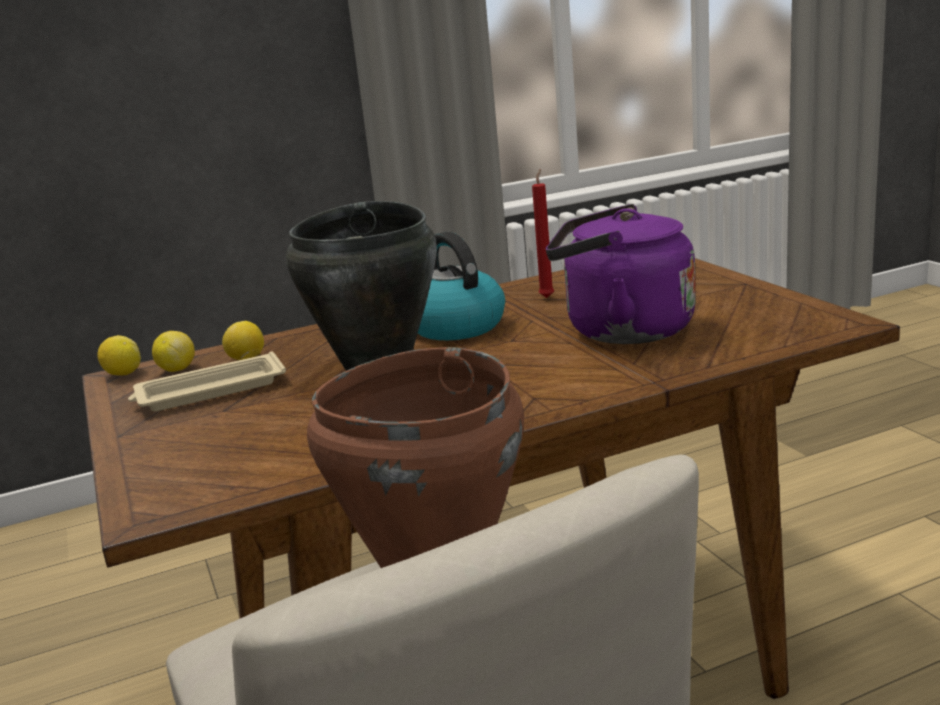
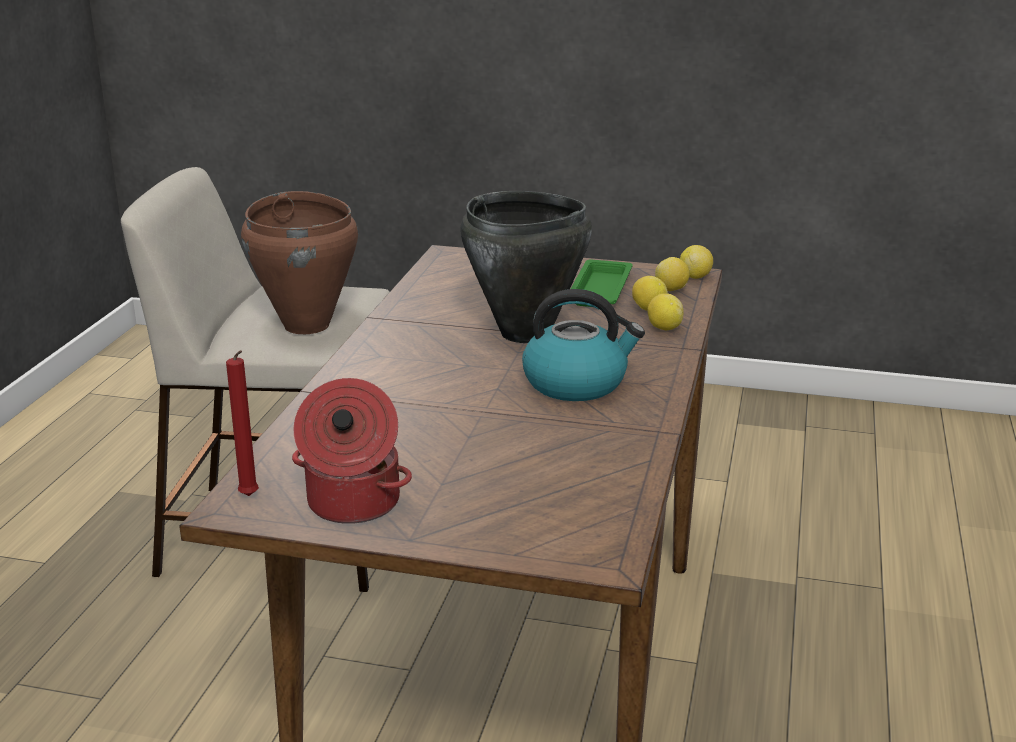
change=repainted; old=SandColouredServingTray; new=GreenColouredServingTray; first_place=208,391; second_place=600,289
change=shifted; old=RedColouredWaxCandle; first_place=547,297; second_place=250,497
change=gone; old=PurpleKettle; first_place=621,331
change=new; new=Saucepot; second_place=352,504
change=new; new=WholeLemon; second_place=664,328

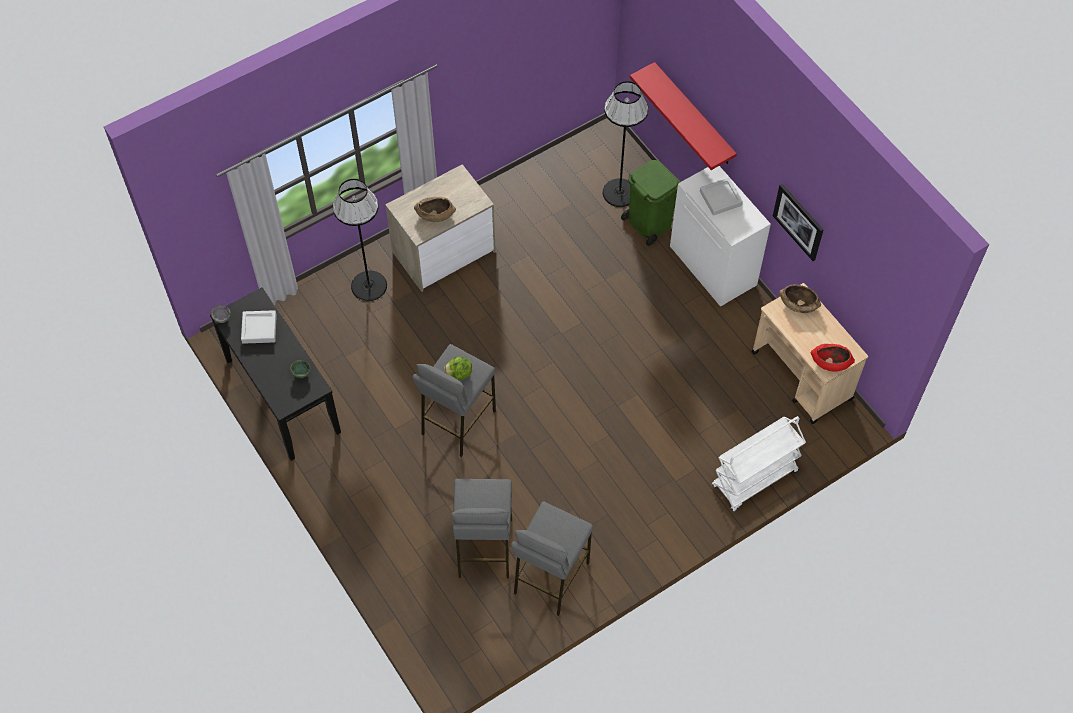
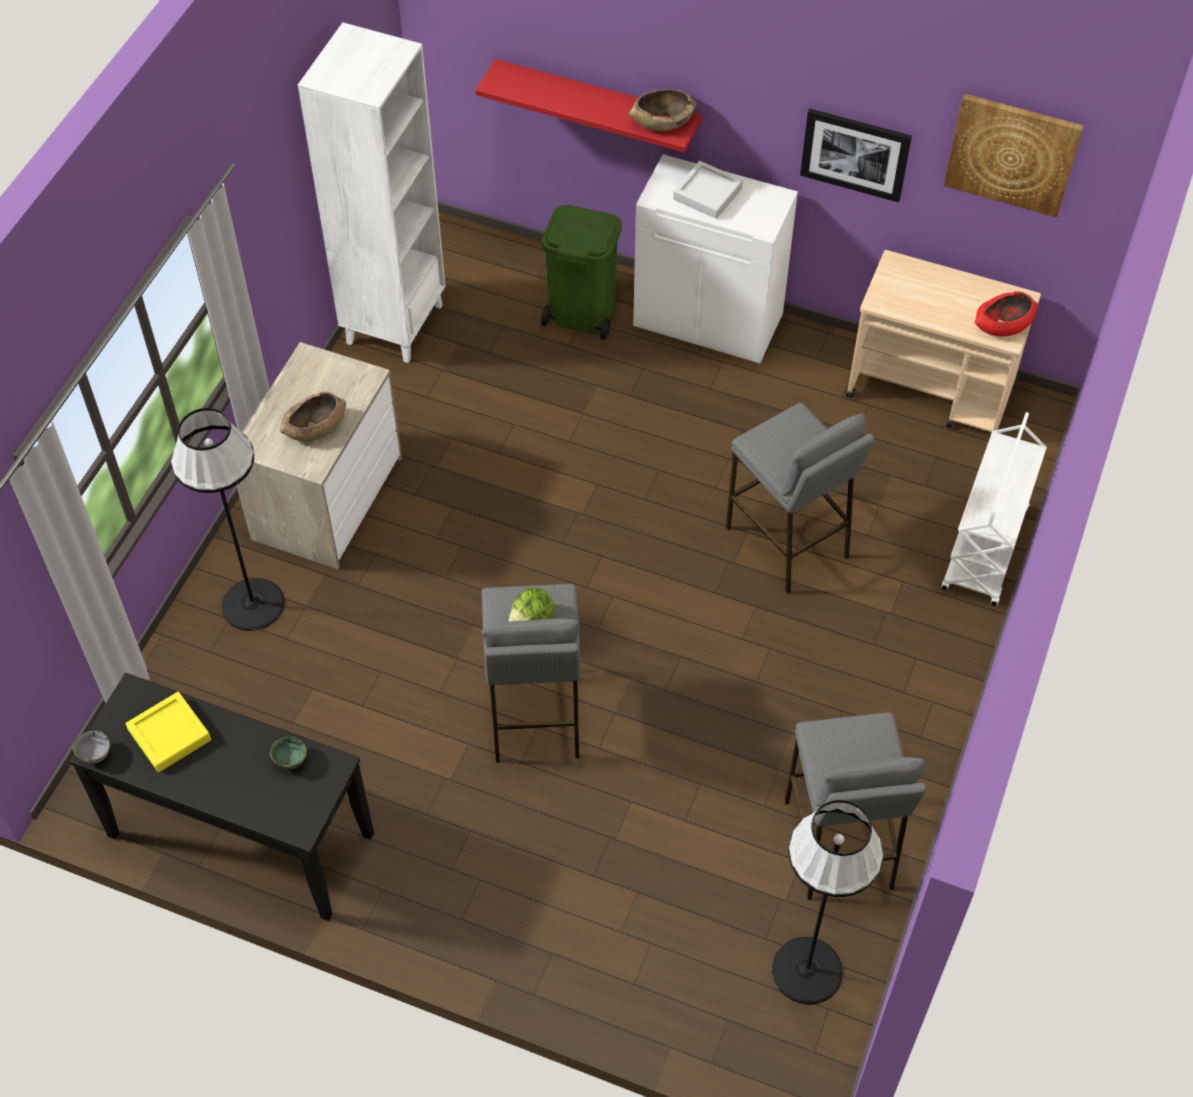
change=repainted; old=GreyServingTray; new=YellowServingTray; first_place=259,329; second_place=169,735
change=shifted; old=GreyStoolSeat; first_place=484,548; second_place=787,542
change=shifted; old=BlackColouredStandardLamp; first_place=620,192; second_place=807,970
change=shifted; old=BrownishServingBowl; first_place=798,303; second_place=662,121
change=new; new=WhitishBookshelf; second_place=394,323
change=new; new=WallPicture; second_place=1012,154

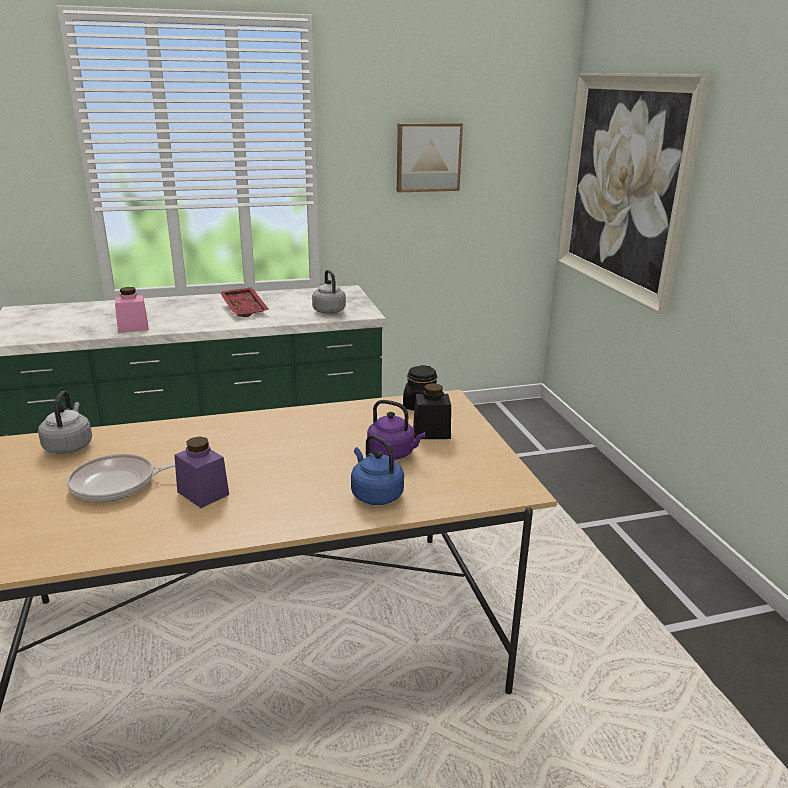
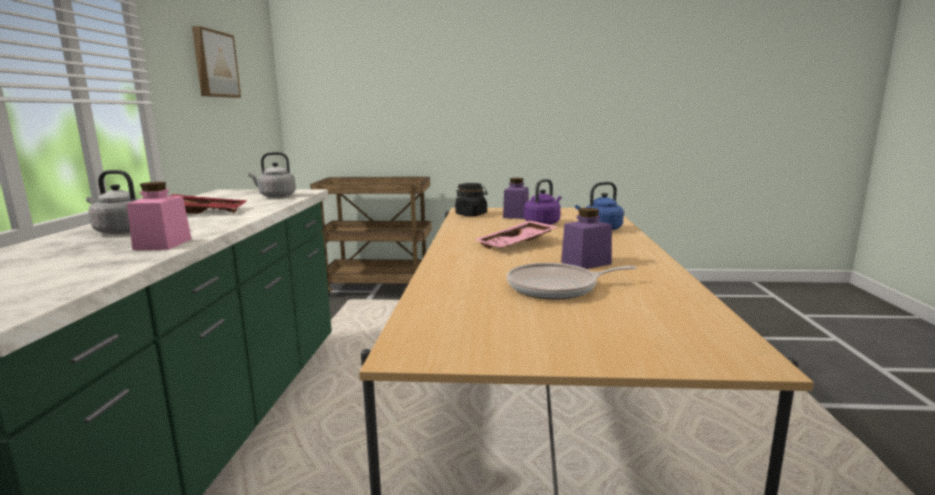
change=shifted; old=GreyKettle; first_place=69,445; second_place=120,231
change=rotated; old=Pan; first_place=118,484; second_place=557,288; degrees=75
change=repainted; old=BlackColouredJar; new=PurpleJar; first_place=431,432; second_place=516,215
change=gone; old=WallPicture; first_place=624,185
change=new; new=BrownishCart; second_place=379,288
change=new; new=PinkServingTray; second_place=517,244

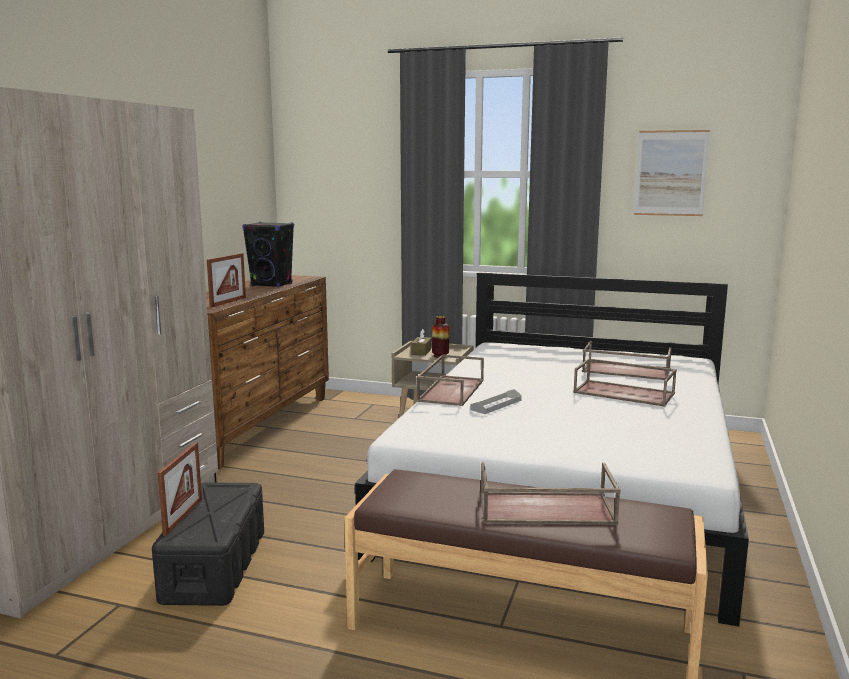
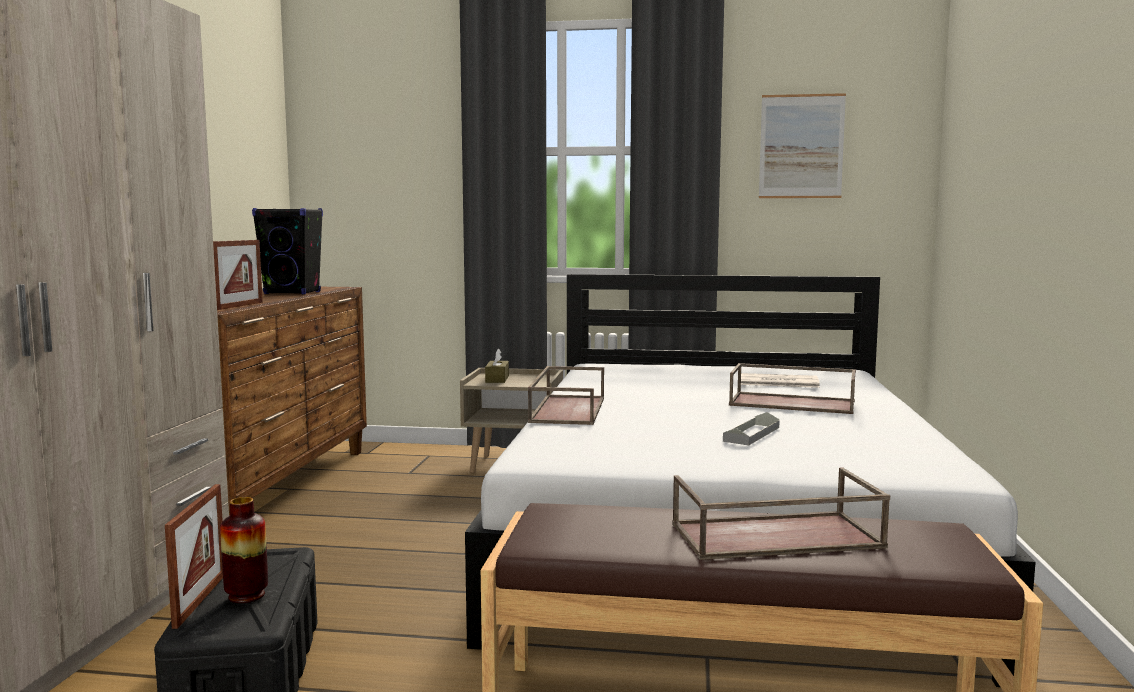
change=shifted; old=Vase; first_place=440,356; second_place=246,596
change=shifted; old=GreyServingTray; first_place=496,405; second_place=751,434
change=swapped; old=BrownishServingTray; new=Newspaper; first_place=625,371; second_place=777,382

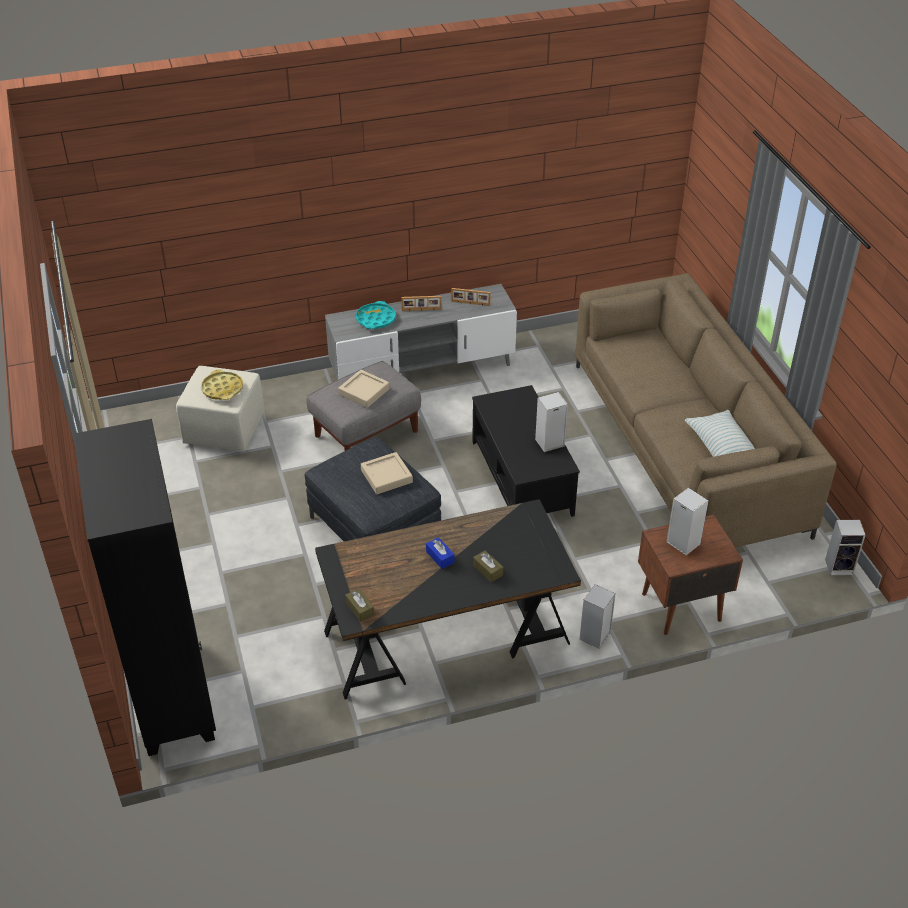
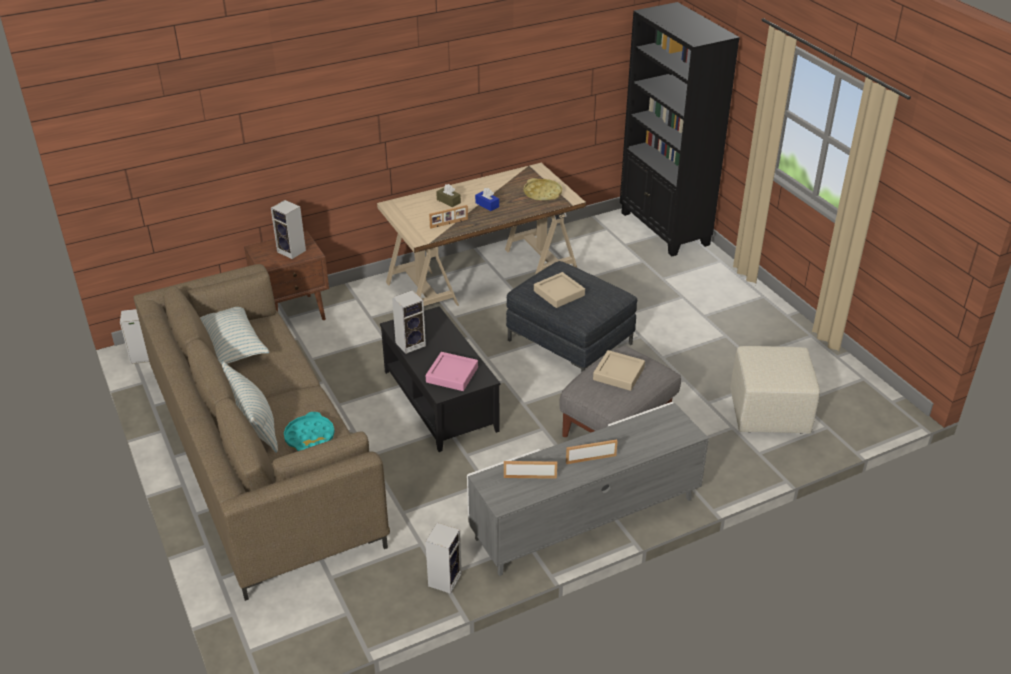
change=shifted; old=YellowServingTray; first_place=222,389; second_place=542,193
change=repainted; old=BlackColouredDesk; new=SandColouredDesk; first_place=446,638; second_place=482,276
change=gone; old=BrownishBoxOfTissues; first_place=360,609
change=shifted; old=TurquoiseServingTray; first_place=375,319; second_place=309,437
change=shifted; old=Loudspeaker; first_place=595,637; second_place=445,579
change=new; new=Cushion; second_place=254,425
change=new; new=PinkServingTray; second_place=452,375
change=new; new=PictureFrame; second_place=449,224

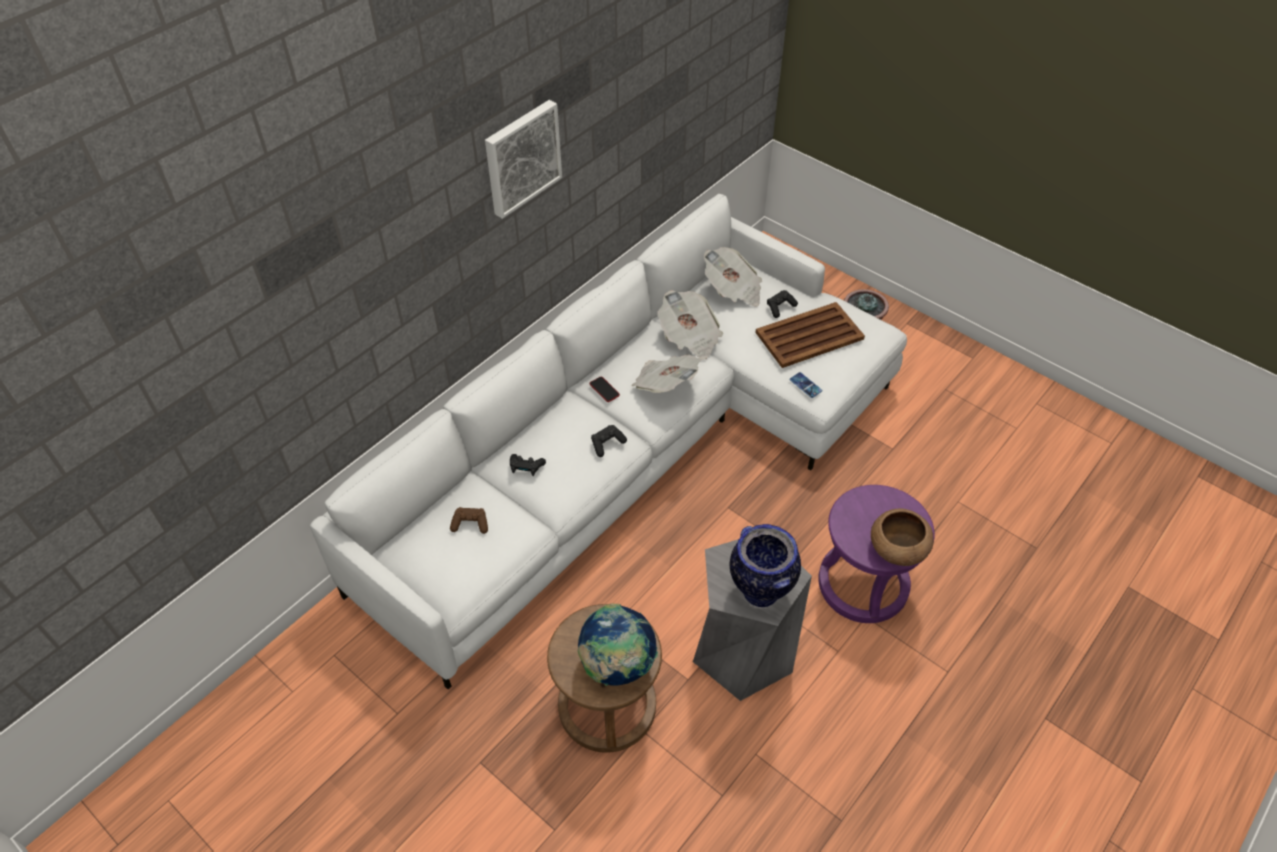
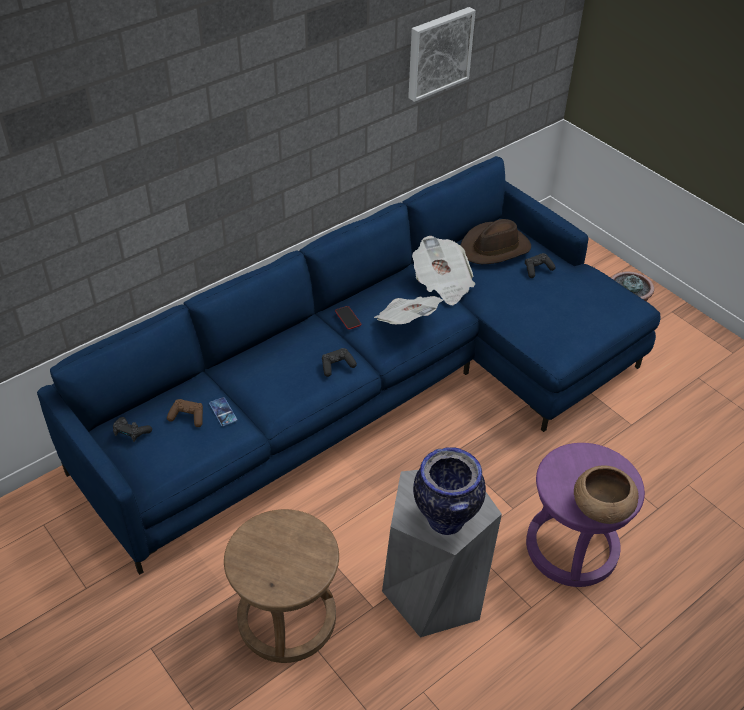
change=repainted; old=WhitishCouch; new=BlueCouch; first_place=636,451; second_place=376,387
change=shifted; old=WallPicture; first_place=521,157; second_place=438,52
change=shifted; old=BlackColouredJoypad; first_place=526,468; second_place=131,433
change=gone; old=Globe; first_place=616,665
change=swapped; old=Newspaper; new=BrownishHat; first_place=733,290; second_place=495,248
change=gone; old=BrownishServingTray; first_place=810,335
change=shifted; old=Handset; first_place=805,385; second_place=223,412

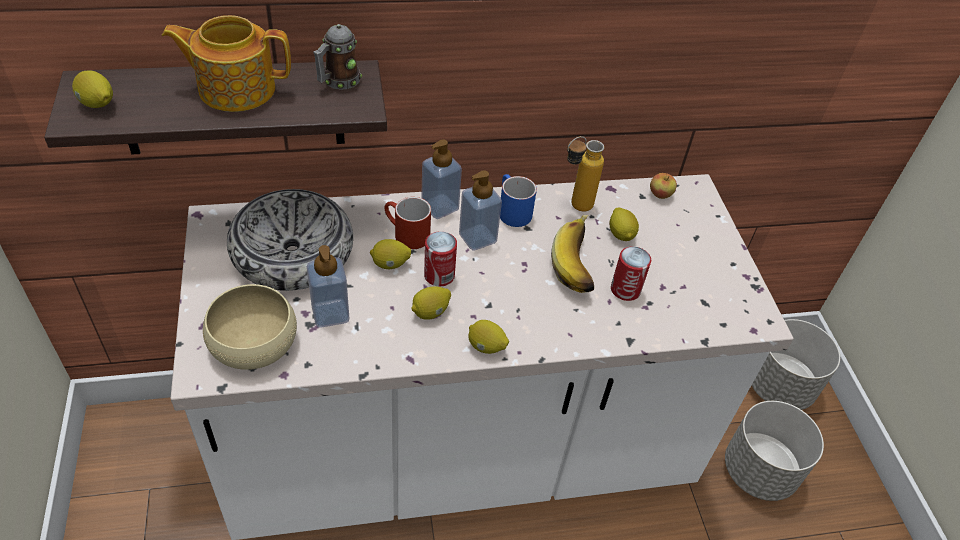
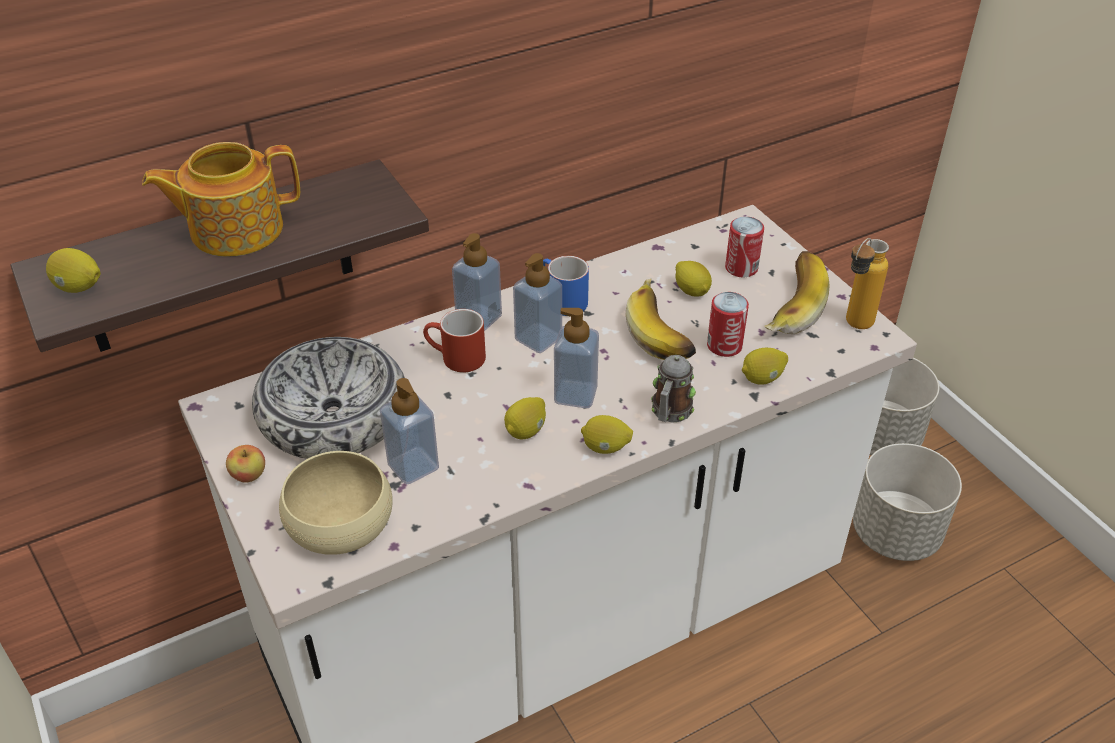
change=shifted; old=TeaMug; first_place=338,81; second_place=670,412
change=shifted; old=WholeLemon; first_place=390,264; second_place=762,378
change=shifted; old=SealedCan; first_place=439,275; second_place=741,268
change=shifted; old=BeverageBottle; first_place=573,207; second_place=853,327
change=shifted; old=Apple; first_place=660,194; second_place=249,475
change=new; new=LiquidSoapBottle; second_place=575,394
change=new; new=Banana; second_place=788,307

